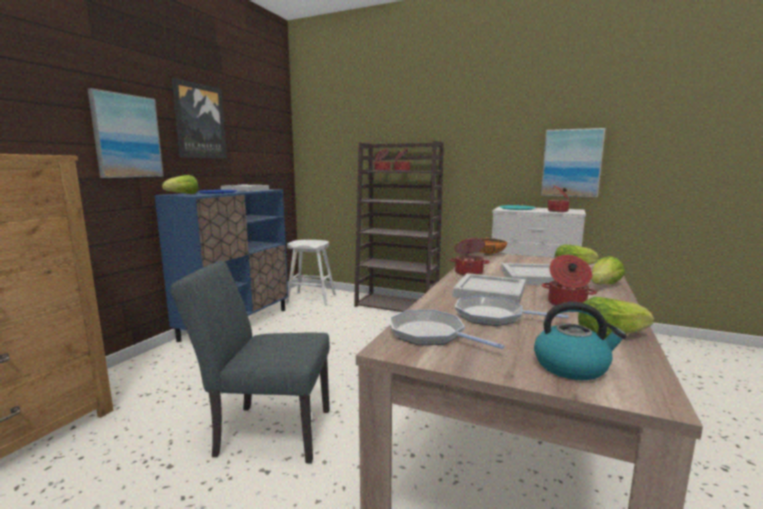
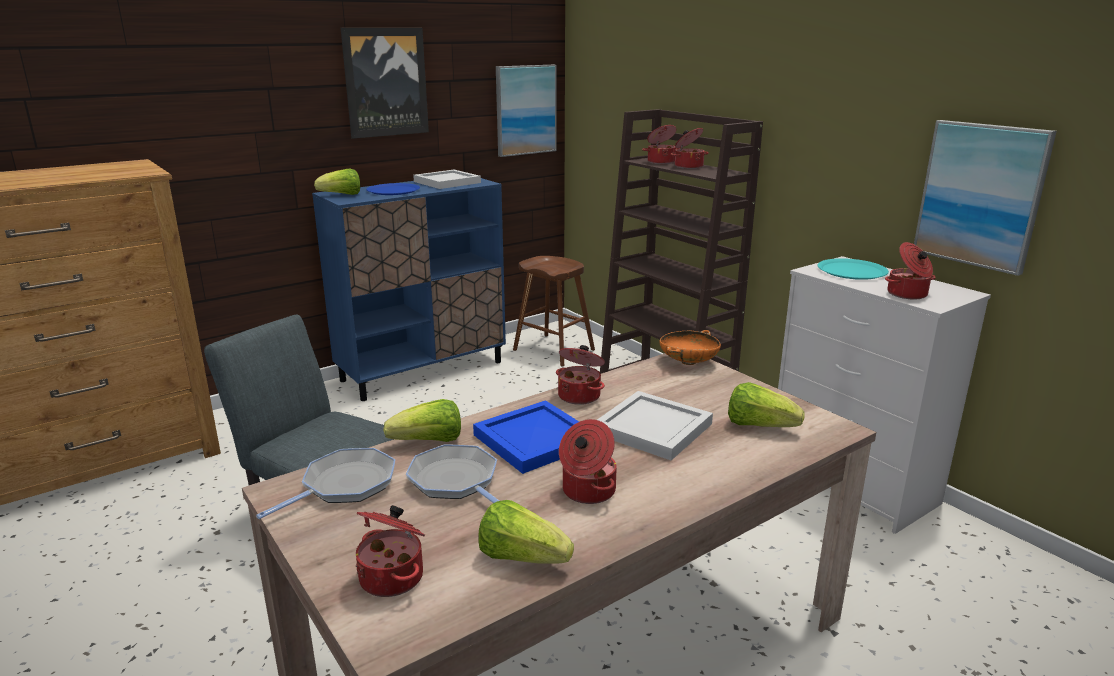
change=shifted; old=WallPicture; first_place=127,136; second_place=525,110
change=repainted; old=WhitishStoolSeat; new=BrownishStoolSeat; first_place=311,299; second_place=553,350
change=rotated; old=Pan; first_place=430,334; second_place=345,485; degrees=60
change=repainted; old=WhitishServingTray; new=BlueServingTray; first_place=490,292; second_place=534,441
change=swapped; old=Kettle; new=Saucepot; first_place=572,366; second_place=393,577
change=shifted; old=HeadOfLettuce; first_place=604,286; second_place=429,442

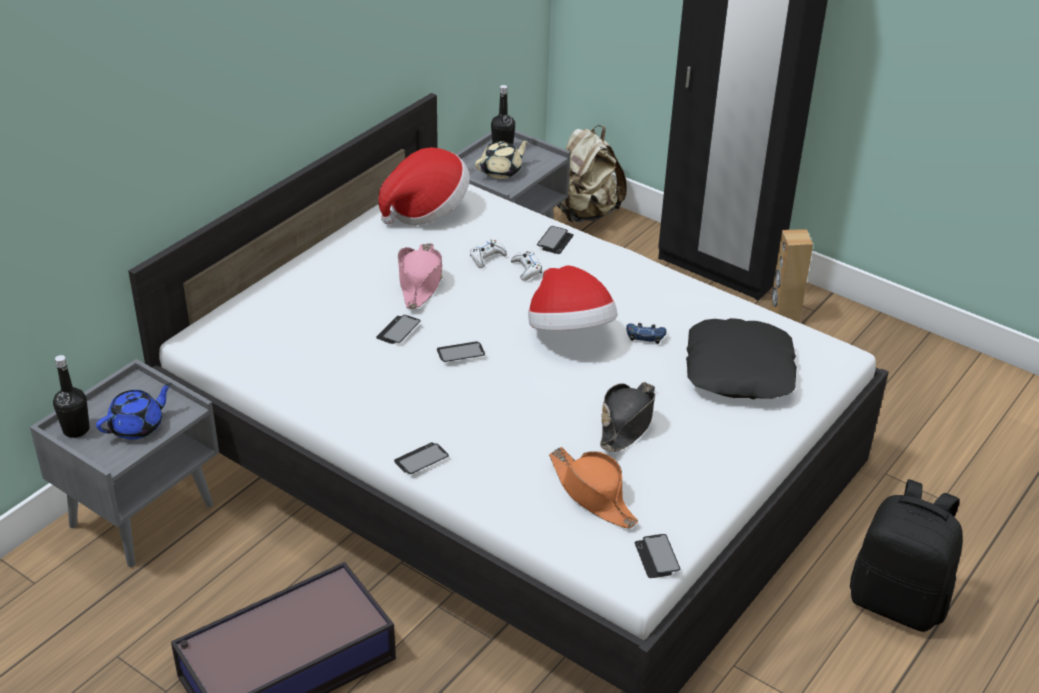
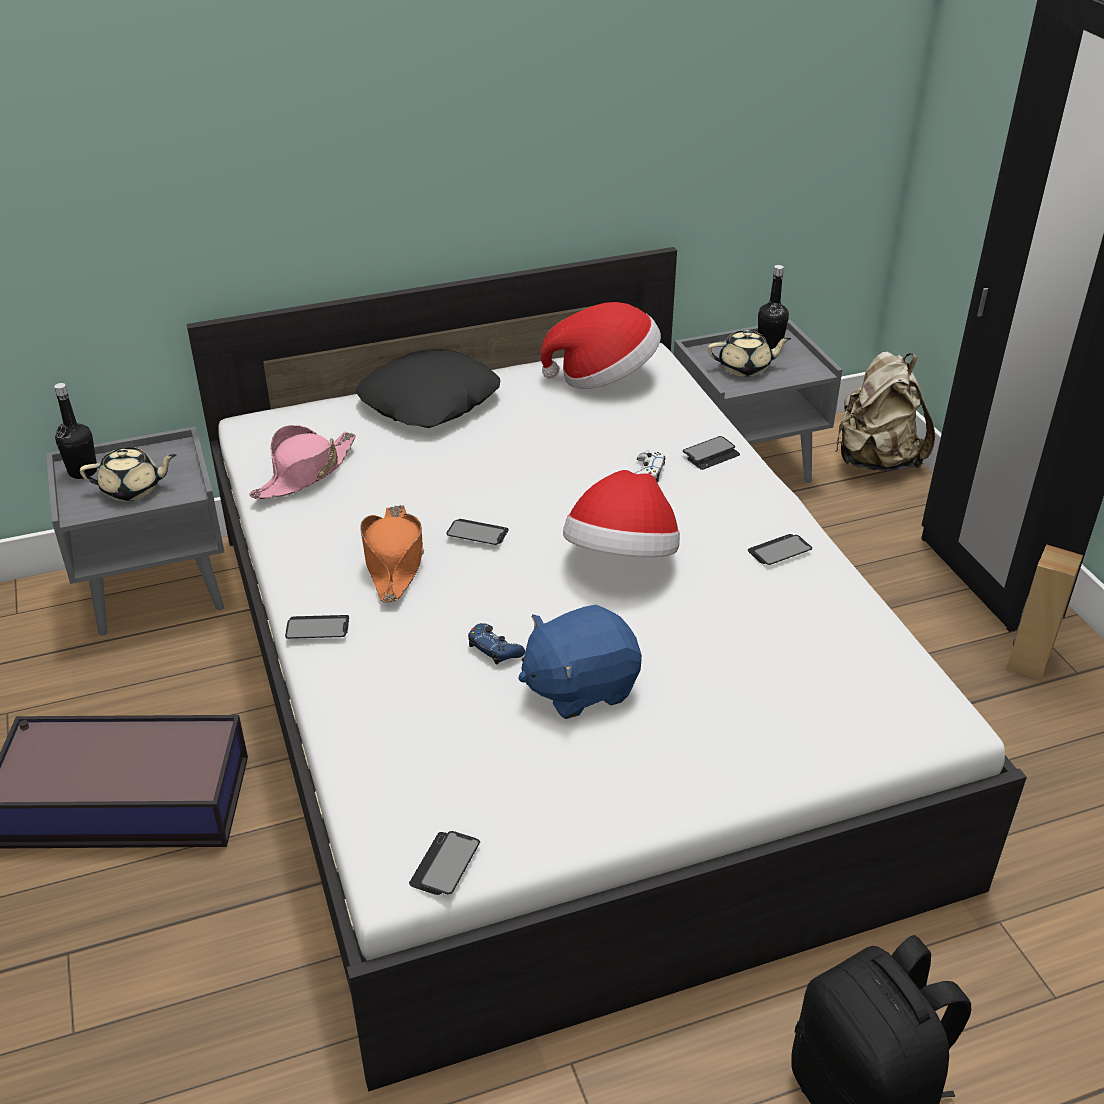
change=repainted; old=BlueTeapot; new=SandColouredTeapot; first_place=137,426; second_place=133,489
change=shifted; old=Handset; first_place=398,330; second_place=779,551
change=shifted; old=PinkHat; first_place=420,282; second_place=305,473
change=gone; old=WhitishJoypad; first_place=487,257
change=shifted; old=OrangeColouredHat; first_place=593,494; second_place=394,561
change=swapped; old=BlackColouredHat; new=BluePlushToy; first_place=627,422; second_place=580,687
change=shifted; old=BlueJoypad; first_place=645,336; second_place=495,649
change=shifted; old=BlackColouredCushion; first_place=740,370; second_place=430,401

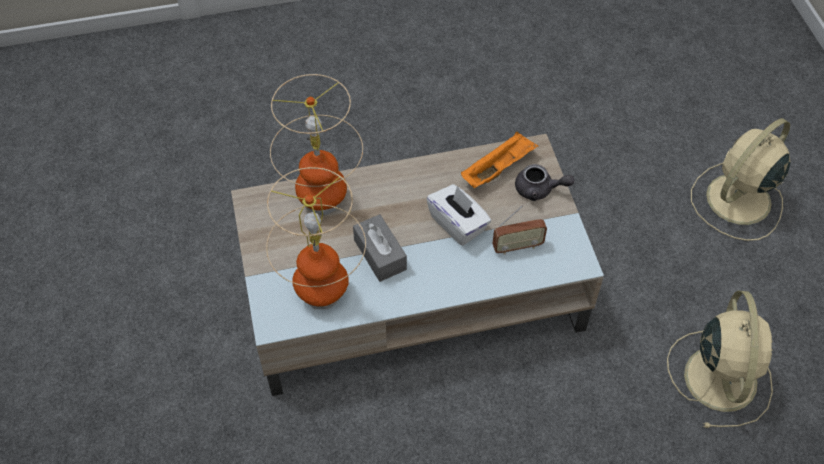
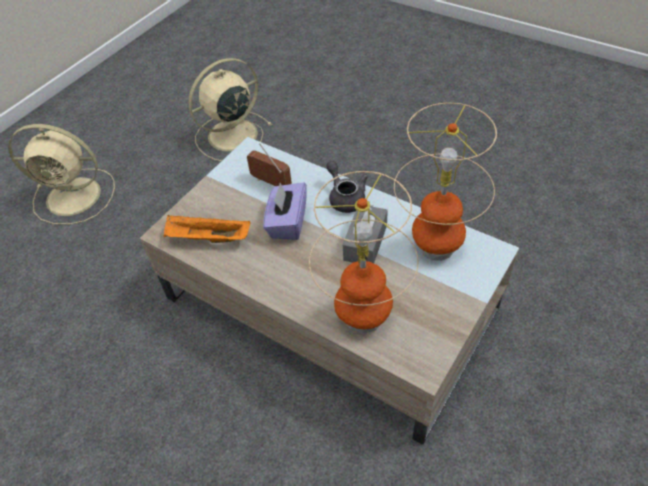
change=repainted; old=WhitishBoxOfTissues; new=PurpleBoxOfTissues; first_place=458,224; second_place=287,223
change=shifted; old=GreyTeapot; first_place=539,190; second_place=345,197

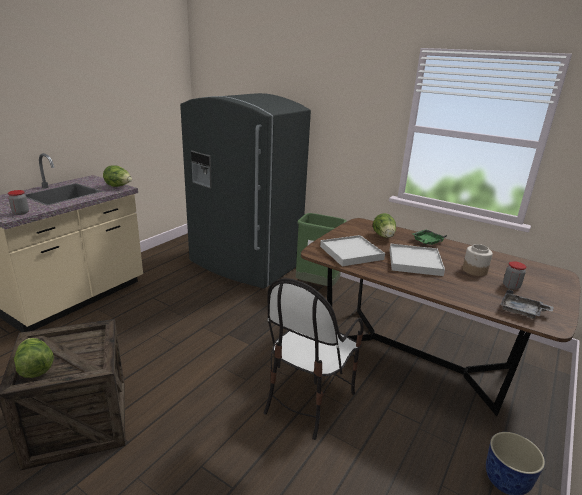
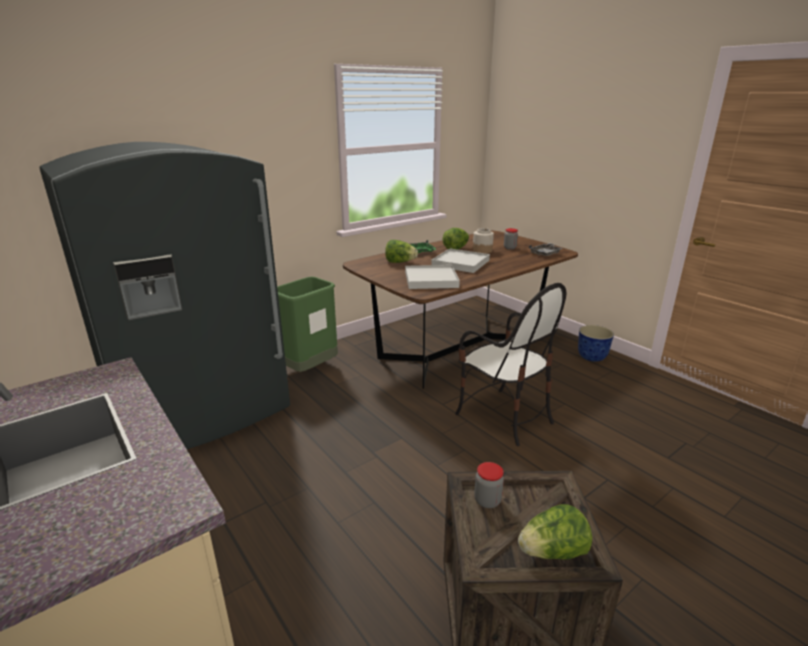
change=shifted; old=Jar; first_place=20,213; second_place=487,501
change=shifted; old=HeadOfLettuce; first_place=119,186; second_place=456,248

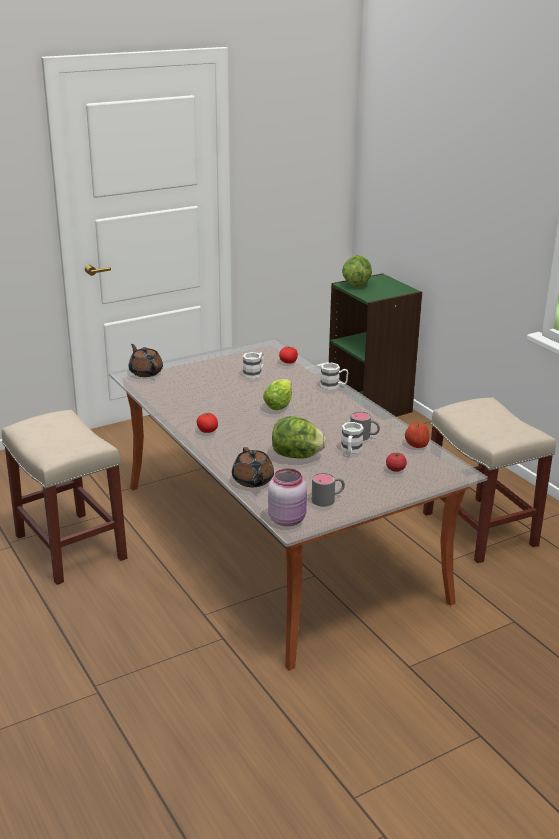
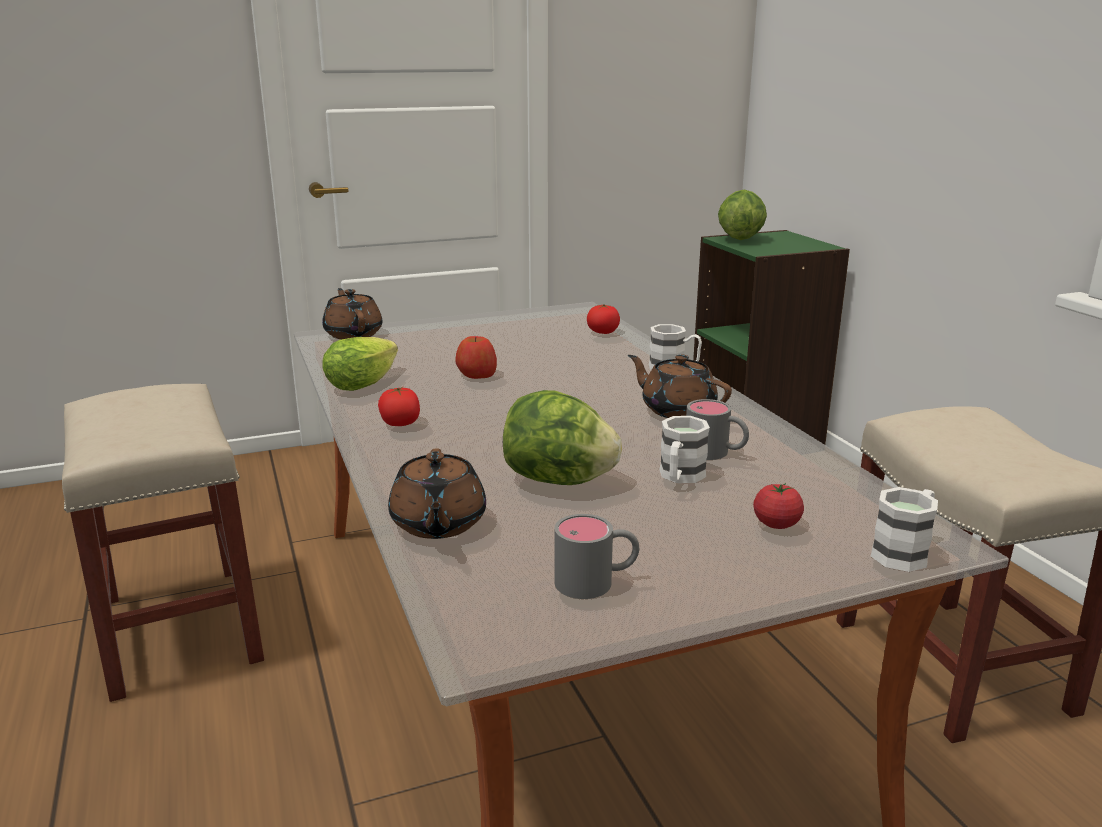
change=shifted; old=WhitishTeaMug; first_place=254,373; second_place=905,551
change=shifted; old=HeadOfLettuce; first_place=280,403; second_place=366,381
change=gone; old=PinkJar; first_place=288,519
change=shifted; old=Apple; first_place=416,444; second_place=477,375
change=new; new=BrownishTeapot; second_place=677,410

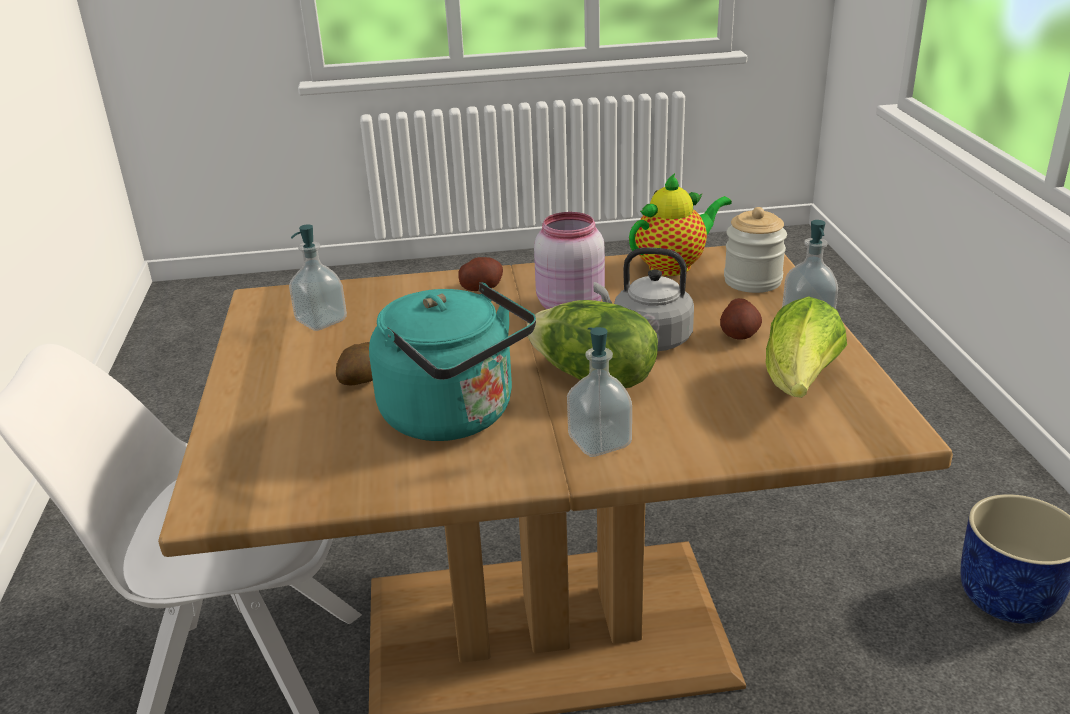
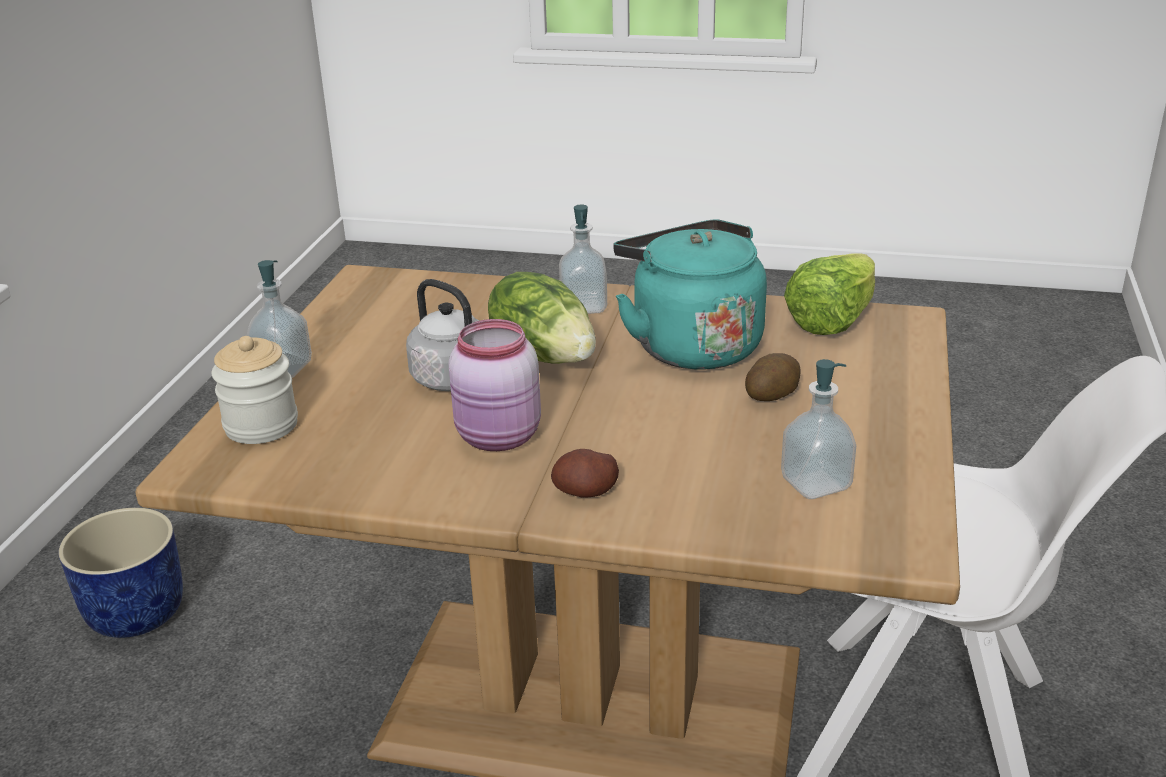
change=gone; old=Teapot; first_place=674,266
change=gone; old=Potato; first_place=739,334
change=shifted; old=HeadOfLettuce; first_place=799,384; second_place=832,320

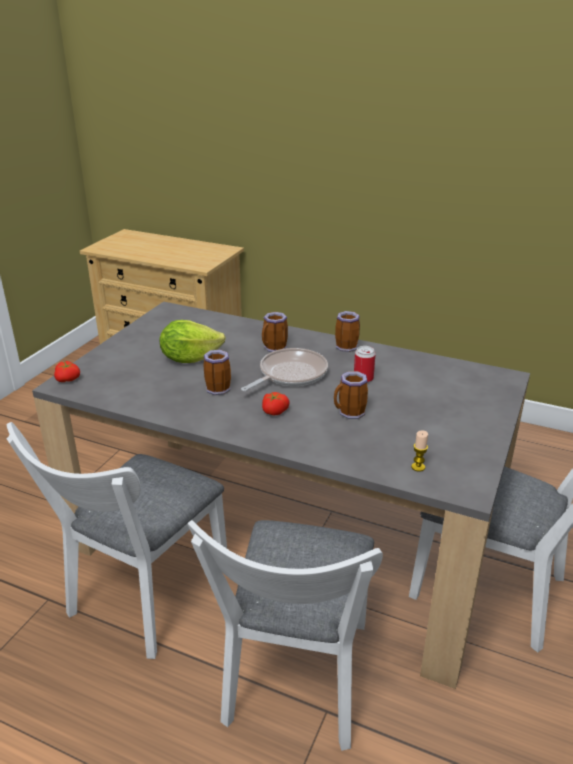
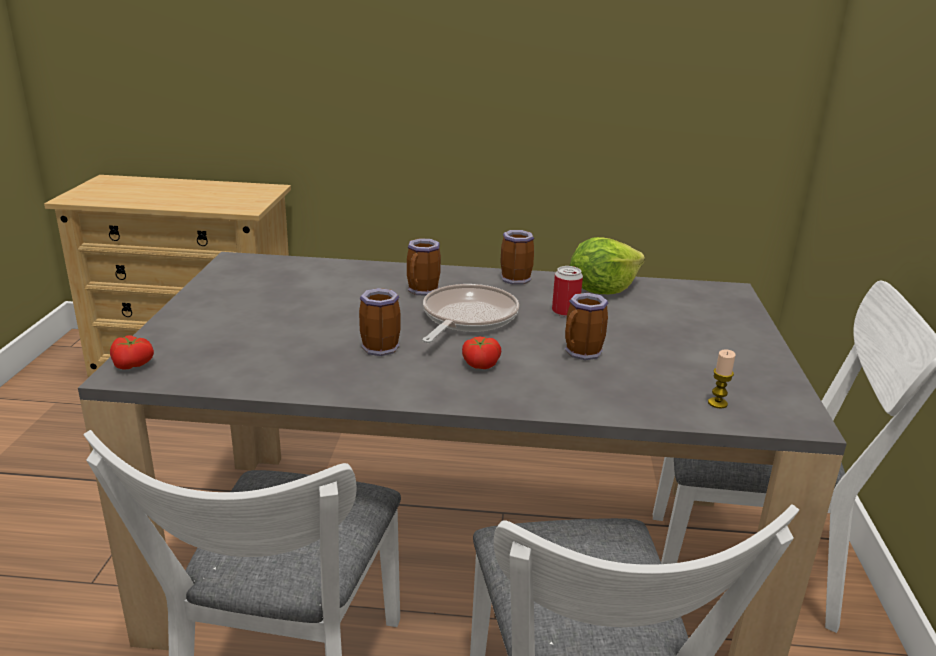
change=shifted; old=HeadOfLettuce; first_place=190,358; second_place=602,290

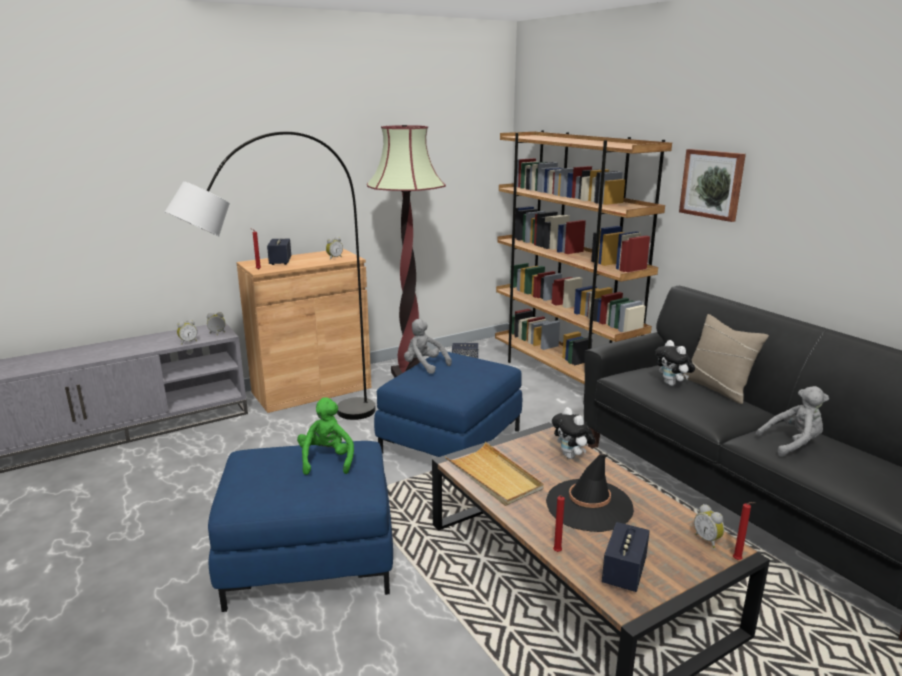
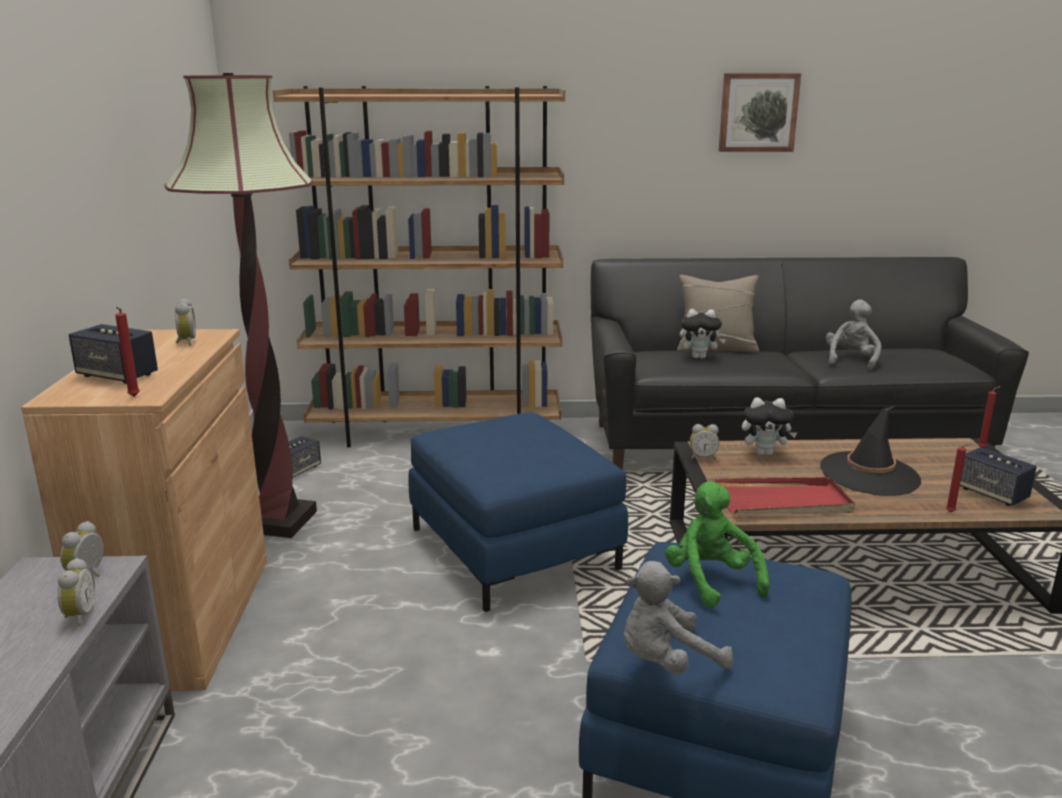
change=gone; old=GreyStandardLamp; first_place=290,434
change=rotated; old=GreenColouredPlushToy; first_place=327,460; second_place=711,581; degrees=45
change=shifted; old=GreyPlushToy; first_place=424,365; second_place=666,662
change=repainted; old=SandColouredServingTray; new=RedColouredServingTray; first_place=494,477; second_place=783,501
change=shifted; old=WallPicture; first_place=712,184; second_place=758,112
change=shifted; old=AlarmClock; first_place=708,540; second_place=703,457

